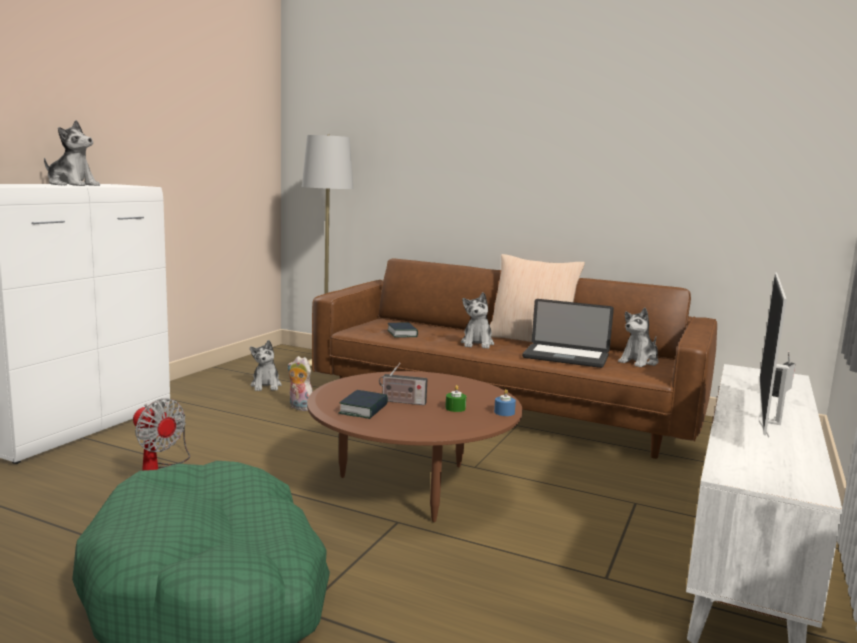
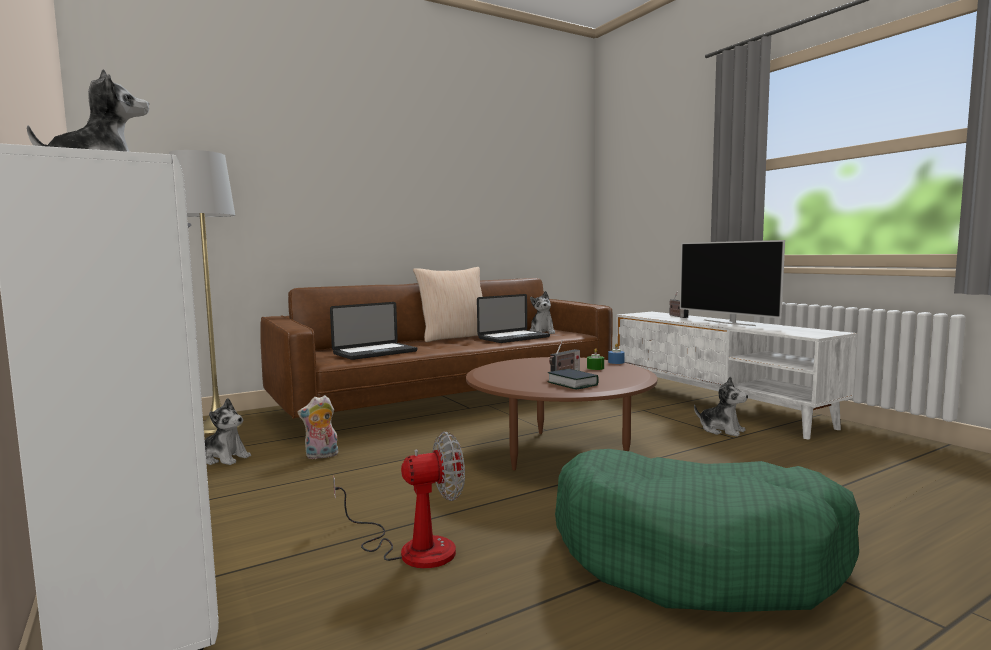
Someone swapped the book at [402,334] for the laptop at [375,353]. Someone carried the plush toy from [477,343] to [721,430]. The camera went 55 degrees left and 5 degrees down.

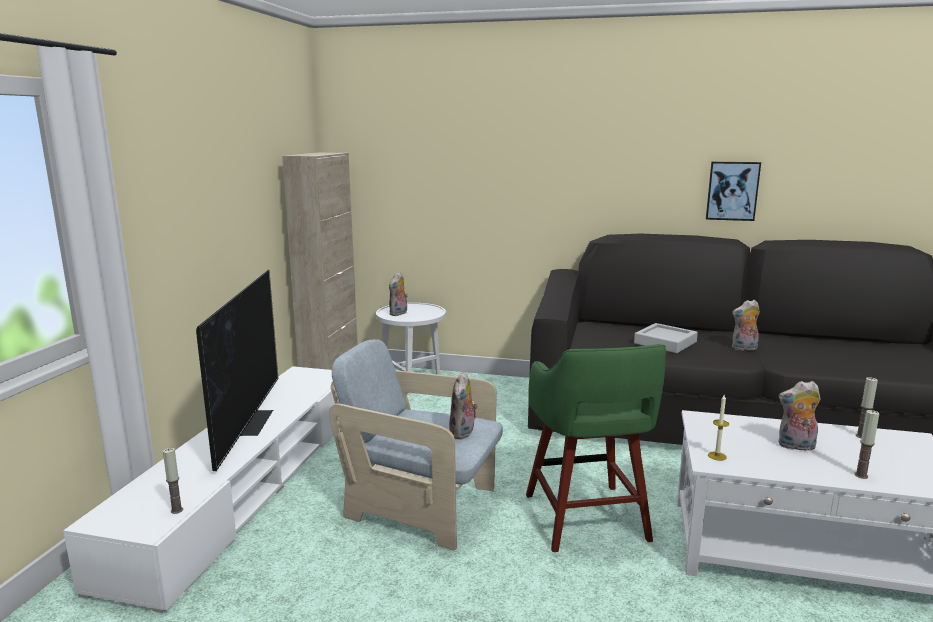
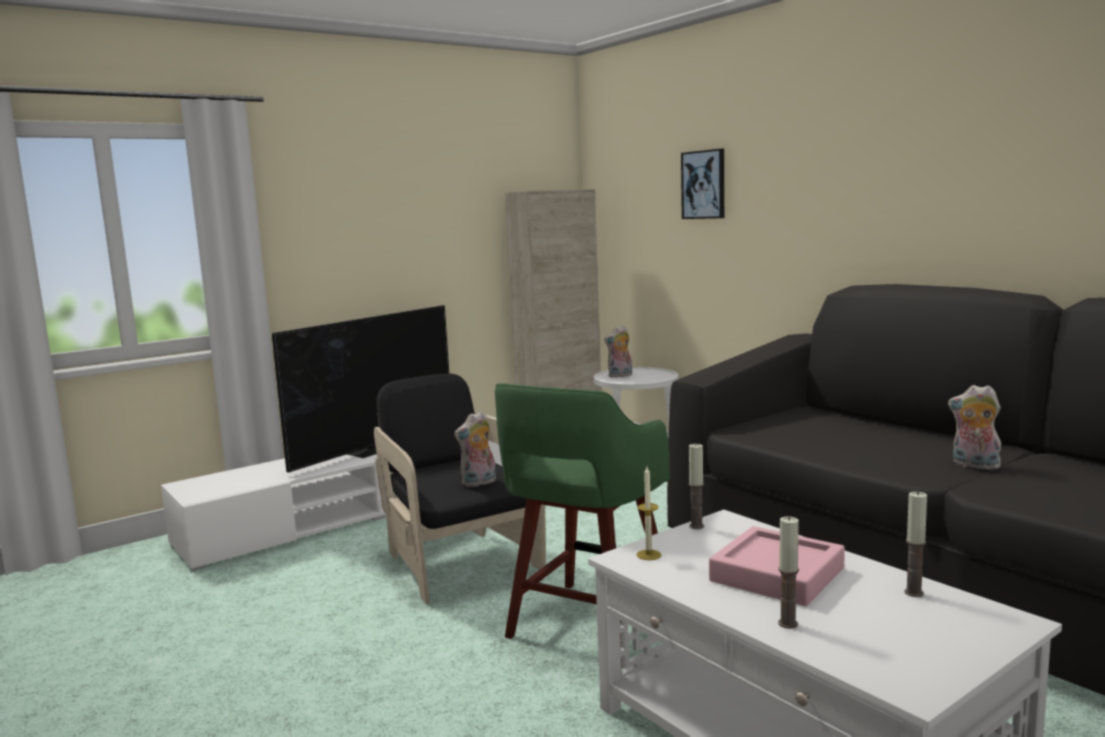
Someone repainted the beige armchair at [421,506], which became the black armchair at [460,563]. Someone carried the picture from [732,191] to [704,184]. Someone carried the candle from [177,510] to [696,526]. Someone swapped the plush toy at [796,446] for the pink tray at [777,575]. Someone took away the grey tray at [665,343]. The camera went 40 degrees right and 5 degrees down.

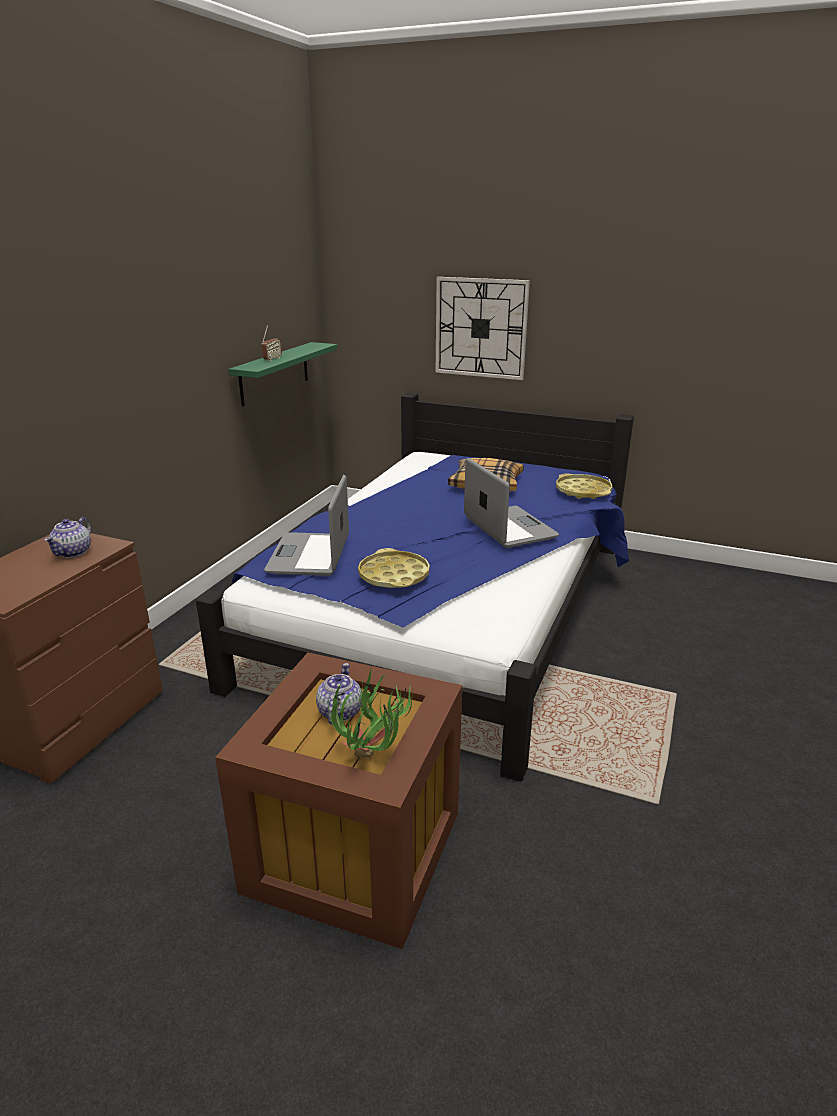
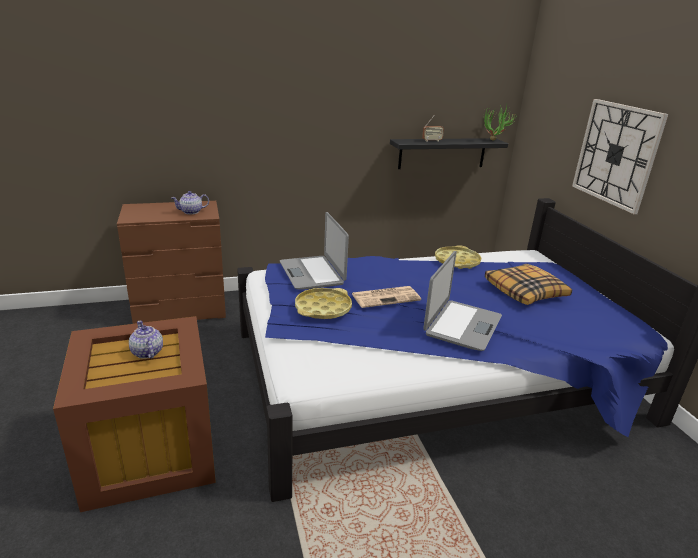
Someone rotated the teapot at [339,712] by 90 degrees counterclockwise. Someone rotated the laptop at [310,555] by 75 degrees counterclockwise. Someone put down the newspaper at [386,297]. Someone repainted the green shelf at [274,373], which became the black shelf at [442,153]. Someone carried the yellow tray from [583,491] to [457,261]. Someone carried the potted plant from [373,760] to [494,141]. The camera went 50 degrees right and 0 degrees up.

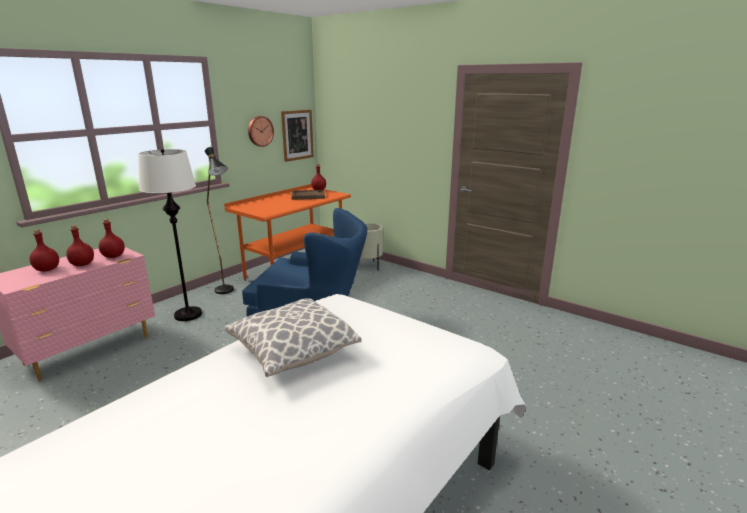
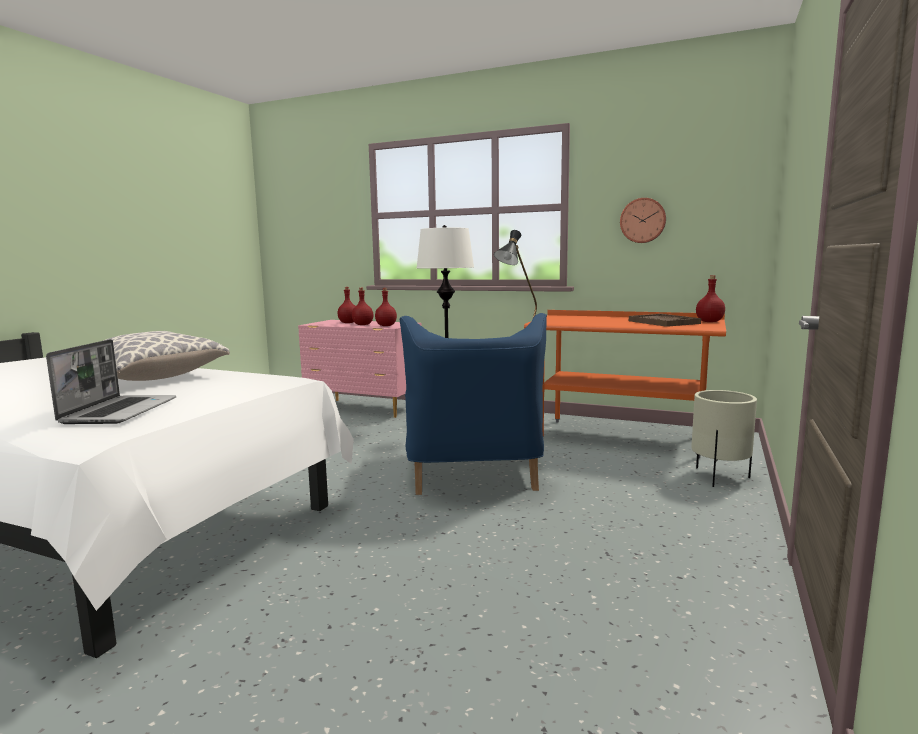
Someone put down the laptop at [120,411]. Someone took away the picture at [297,135]. The camera went 75 degrees right and 10 degrees down.

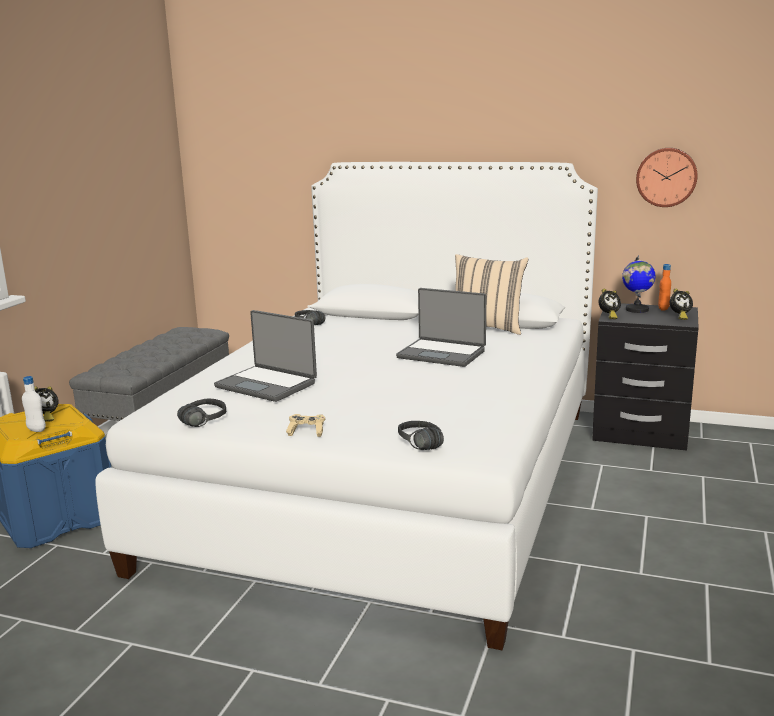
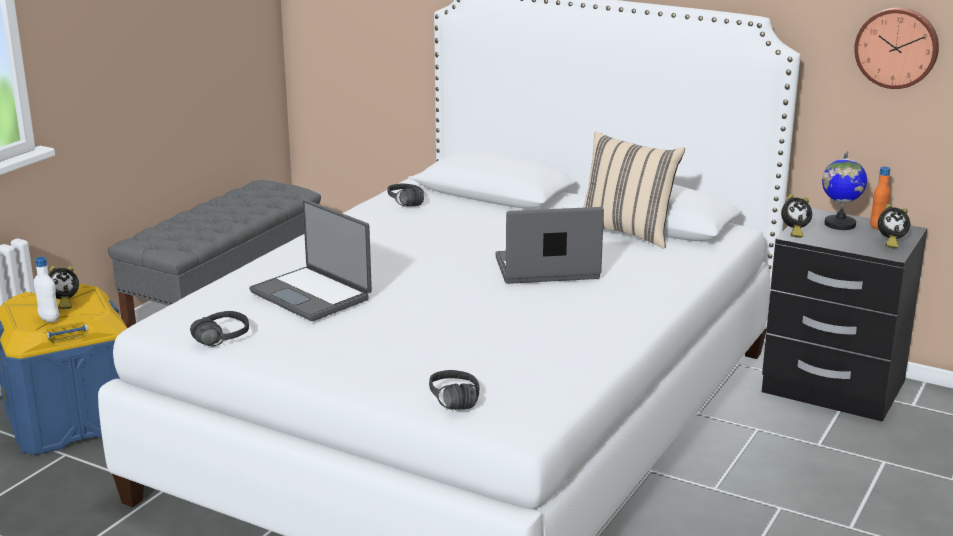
Someone rotated the laptop at [442,354] by 135 degrees clockwise. Someone took away the beige game controller at [307,432]. The camera went 10 degrees right and 5 degrees up.

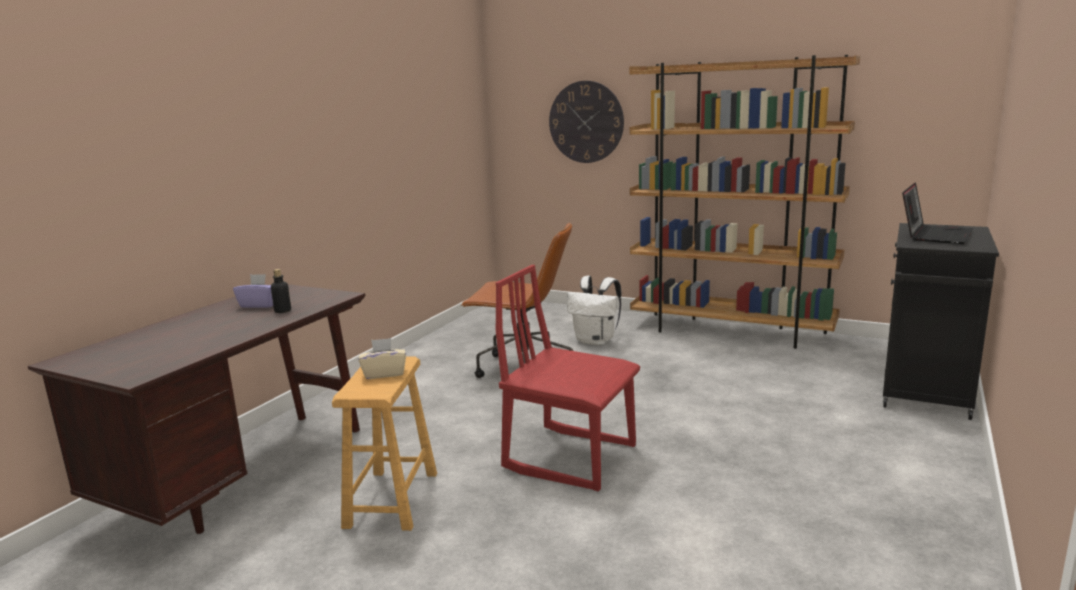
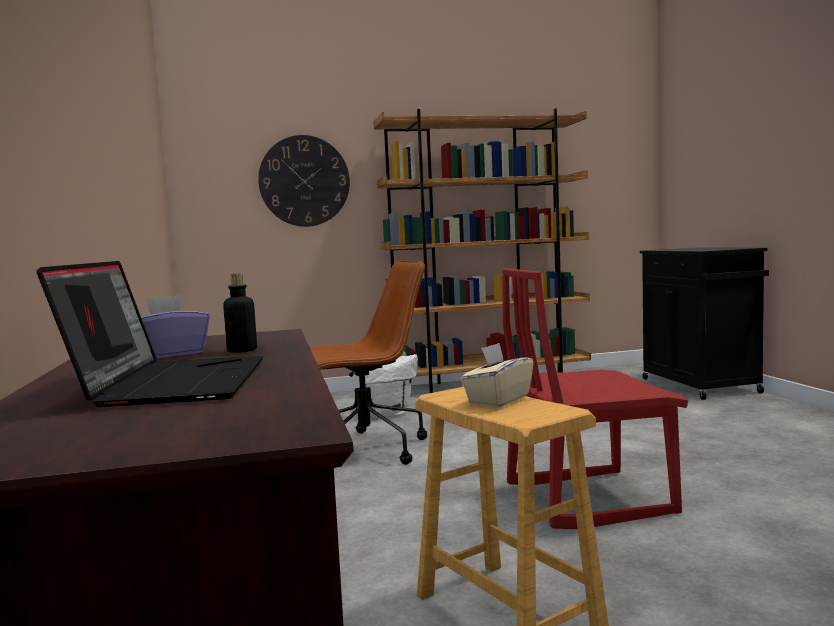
Someone carried the laptop from [934,235] to [171,383]. The camera went 40 degrees left and 10 degrees down.

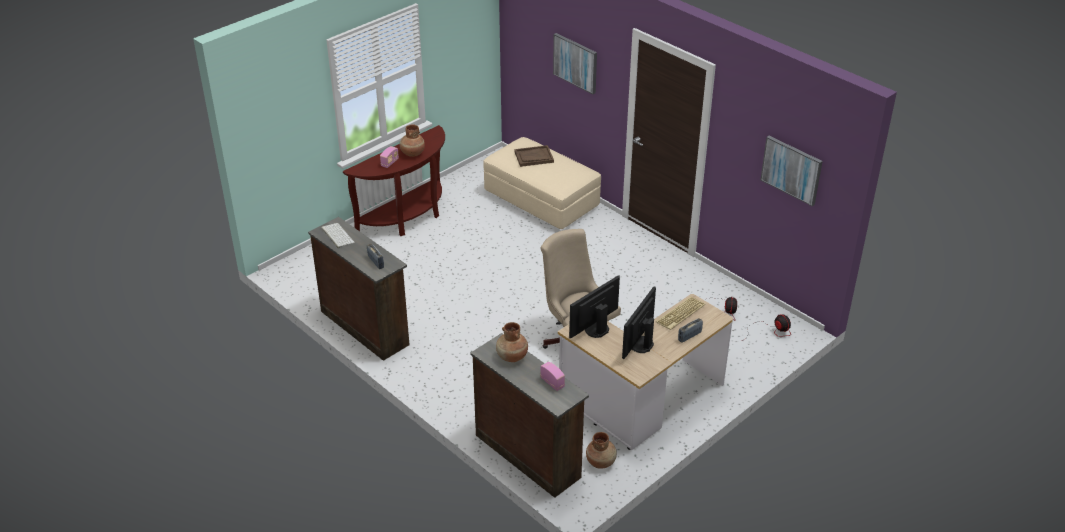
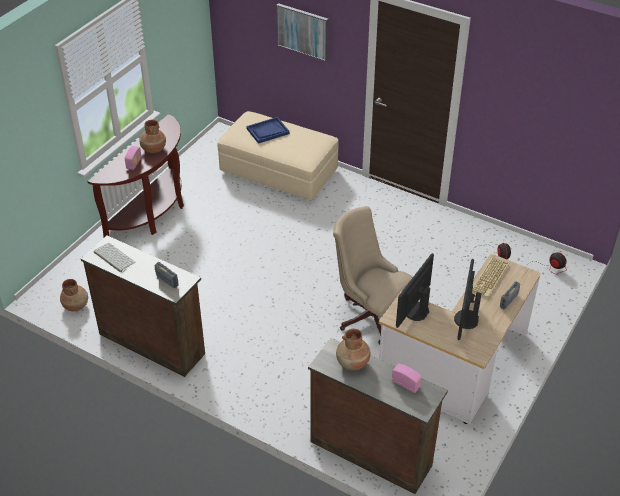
Someone carried the brown vase from [601,461] to [76,305]. Someone repainted the brown tray at [533,157], which became the blue tray at [267,131]. Someone took away the picture at [791,170]. The camera went 15 degrees left and 5 degrees up.

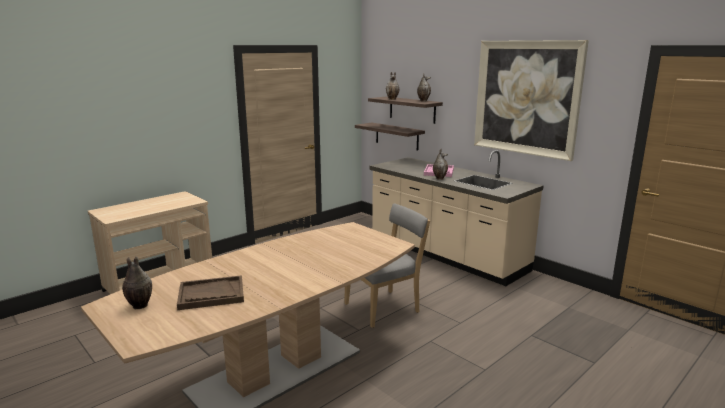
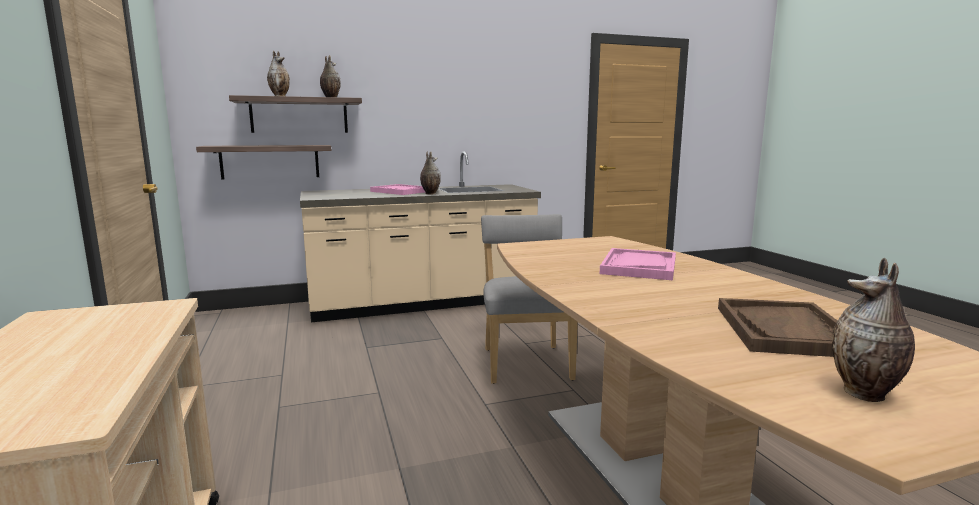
Someone put down the pink tray at [639,266]. Someone took away the picture at [526,98]. The camera went 65 degrees left and 5 degrees down.

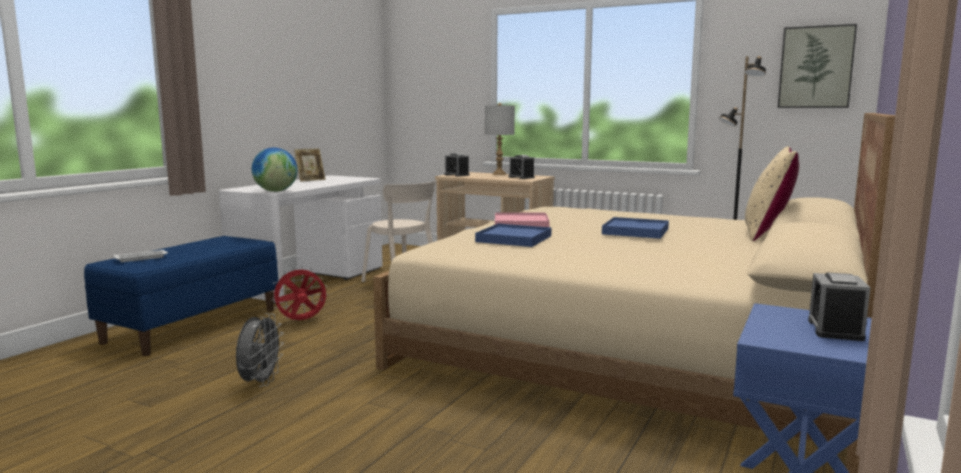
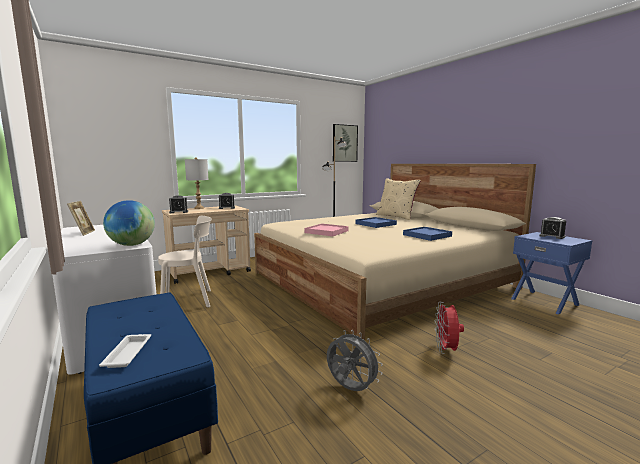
Someone carried the blue tray from [514,239] to [427,235]. Someone carried the red fan from [301,321] to [446,350]. The camera went 60 degrees left and 0 degrees up.

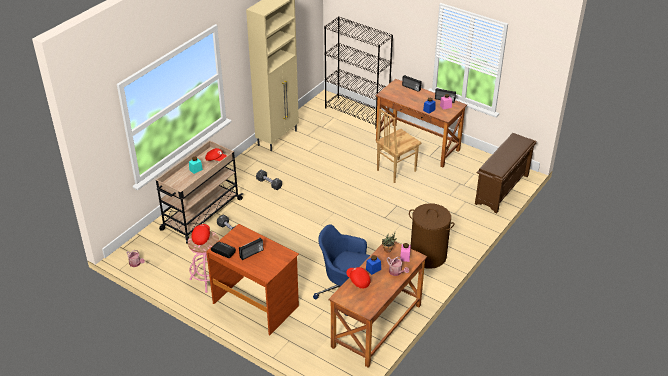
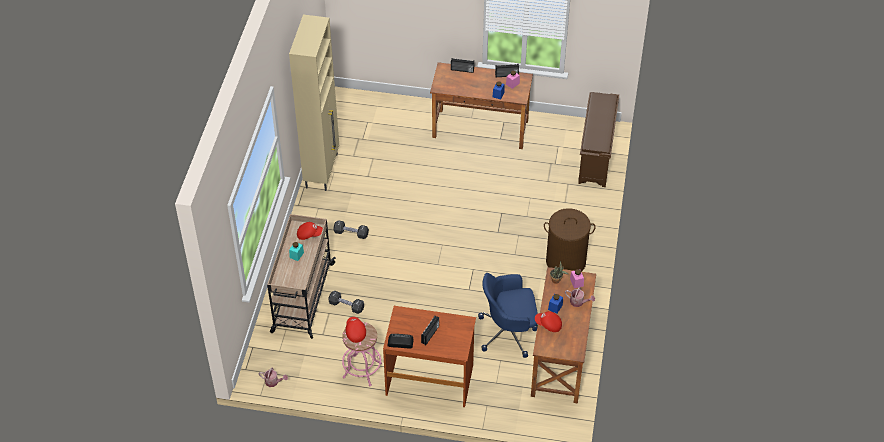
Someone took away the black bookcase at [357,112]. Someone took away the brown chair at [395,170]. The camera went 25 degrees left and 10 degrees up.

